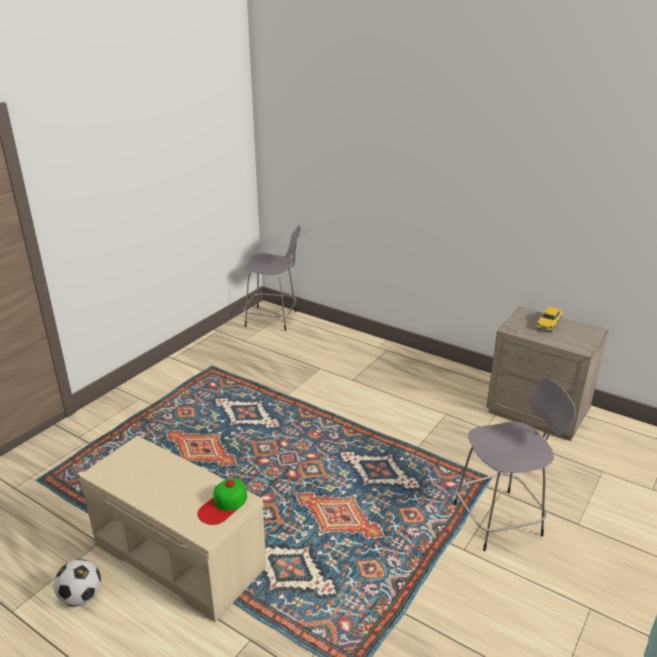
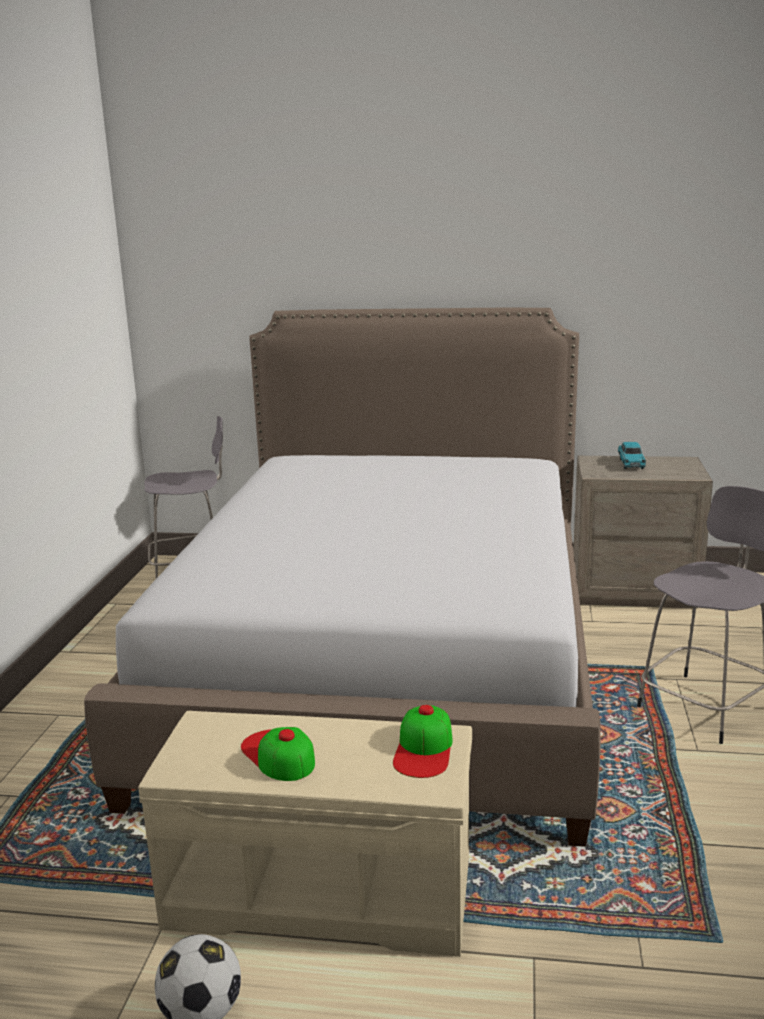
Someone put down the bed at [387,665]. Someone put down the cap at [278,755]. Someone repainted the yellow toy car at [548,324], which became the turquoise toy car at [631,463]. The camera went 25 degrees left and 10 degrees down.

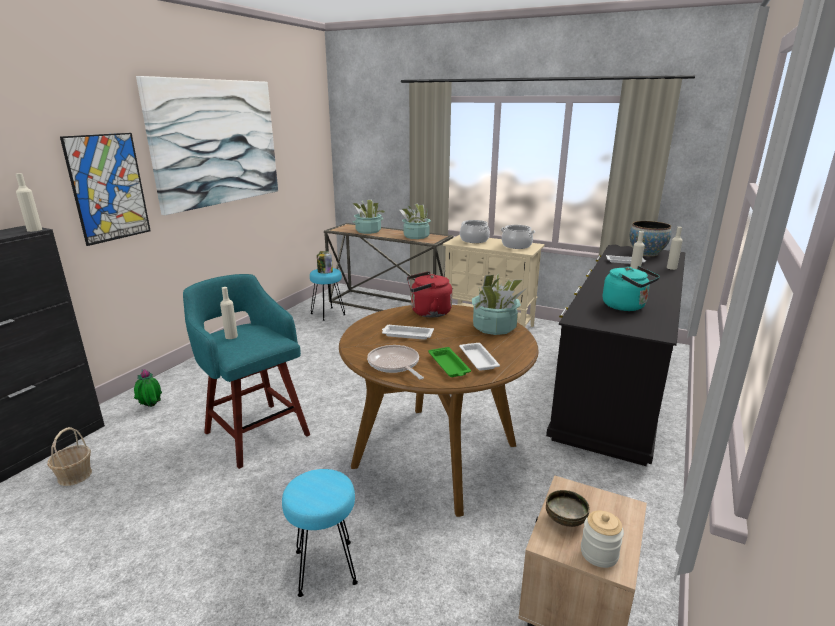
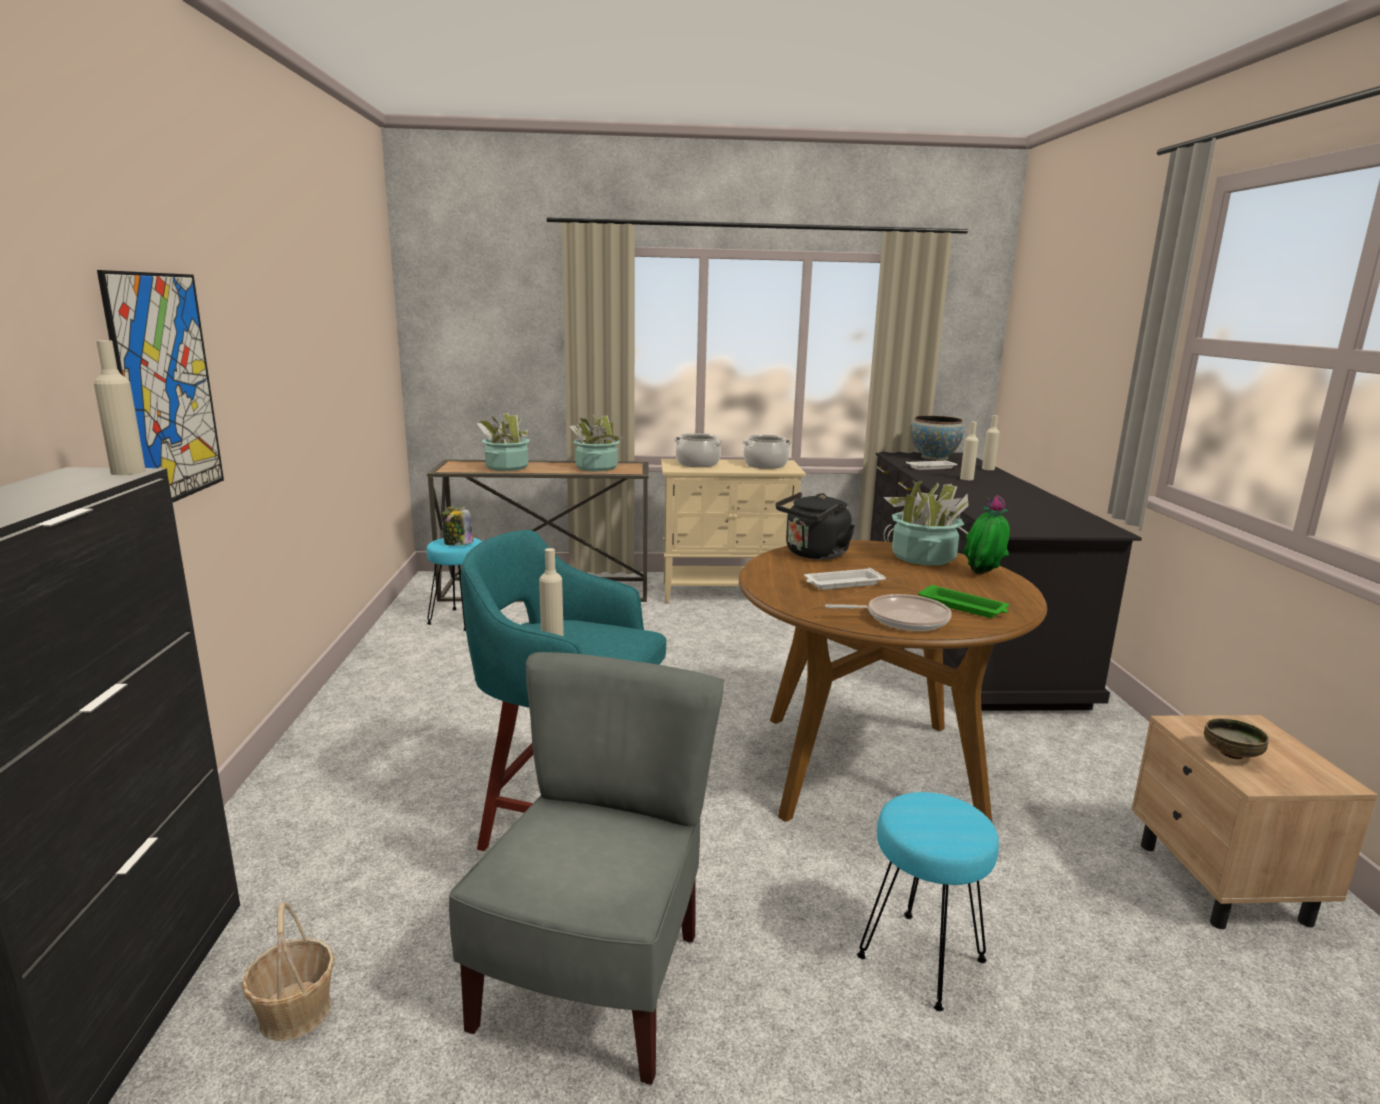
Someone put down the grey chair at [594,982]. Someone repainted the red kettle at [428,312], which became the black kettle at [814,554]. Someone rotated the frying pan at [395,364] by 150 degrees clockwise. Someone carried the potted plant from [151,407] to [982,575]. Someone took away the picture at [216,143]. Someone took away the white tray at [478,359]. Someone took away the jar at [599,553]. Someone took away the turquoise kettle at [626,306]. The camera went 30 degrees left and 5 degrees down.

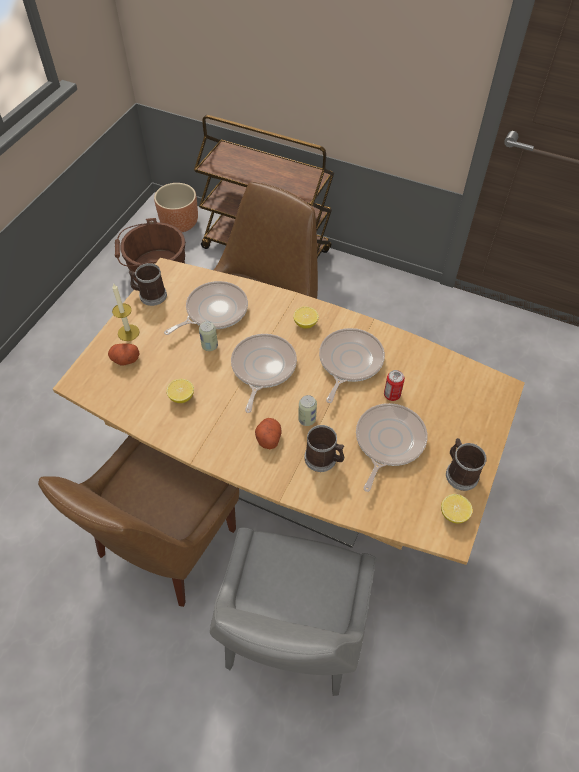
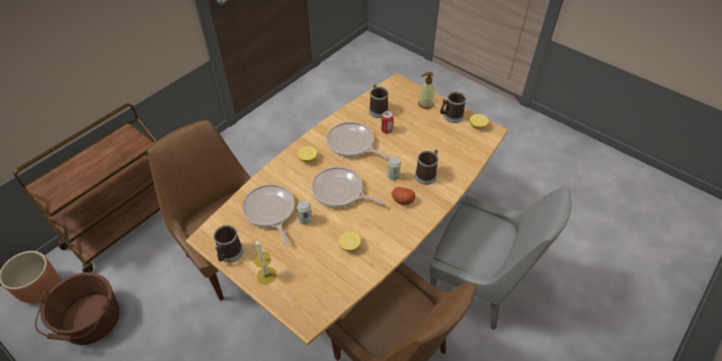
Someone put down the mug at [377,109]. Someone put down the soap dispenser at [425,104]. Someone took away the potato at [125,359]. Someone took away the frying pan at [388,442]. The camera went 75 degrees left and 5 degrees down.

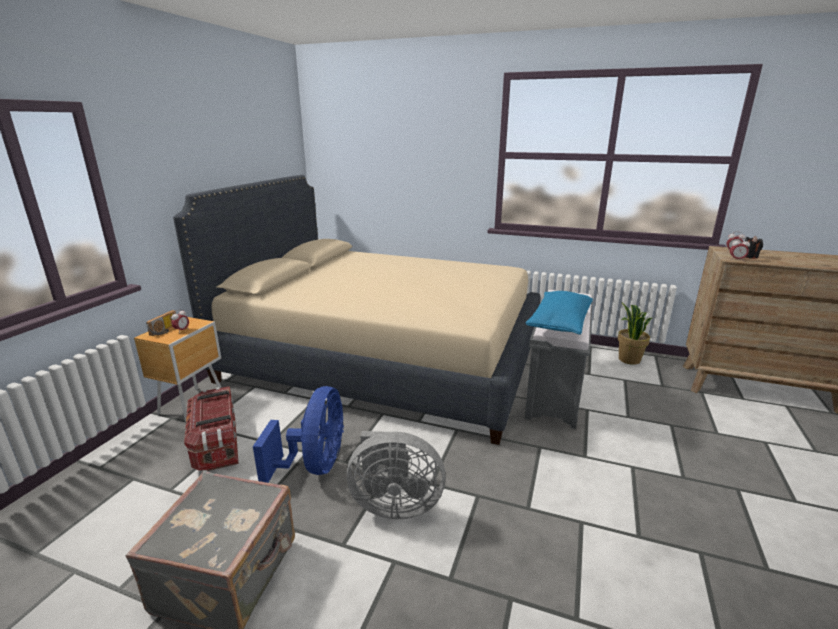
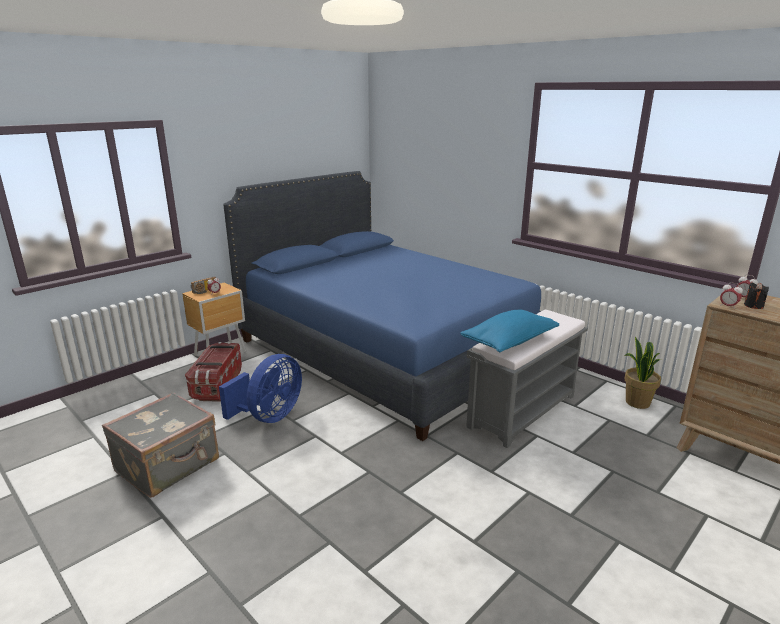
Someone repainted the beige bed at [384,360], which became the blue bed at [387,351]. Someone took away the grey fan at [394,504]. The camera went 25 degrees right and 0 degrees up.

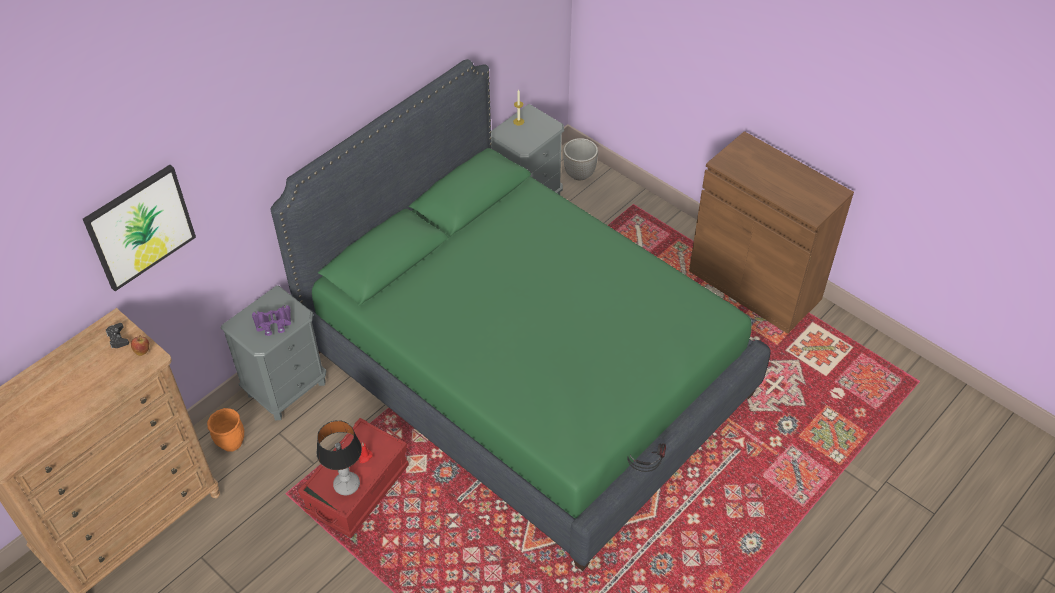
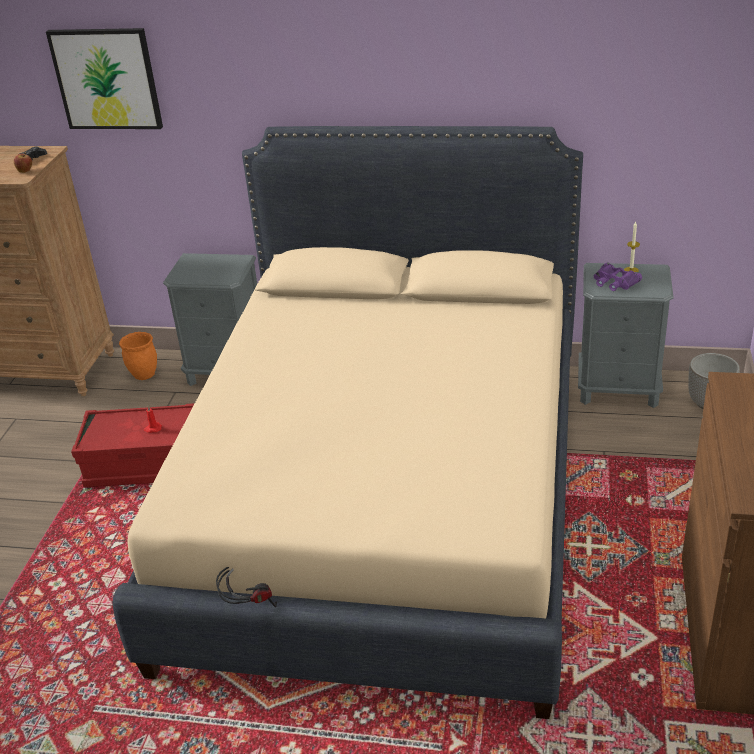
Someone repainted the green bed at [527,371], which became the beige bed at [387,501]. Someone carried the purple binoculars from [273,323] to [614,282]. Someone took away the table lamp at [346,485]. The camera went 60 degrees right and 15 degrees down.

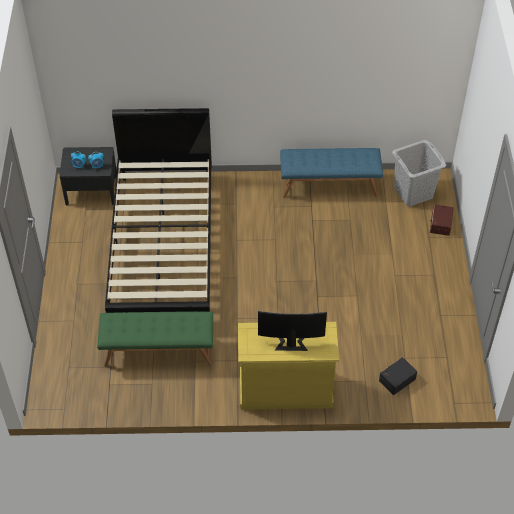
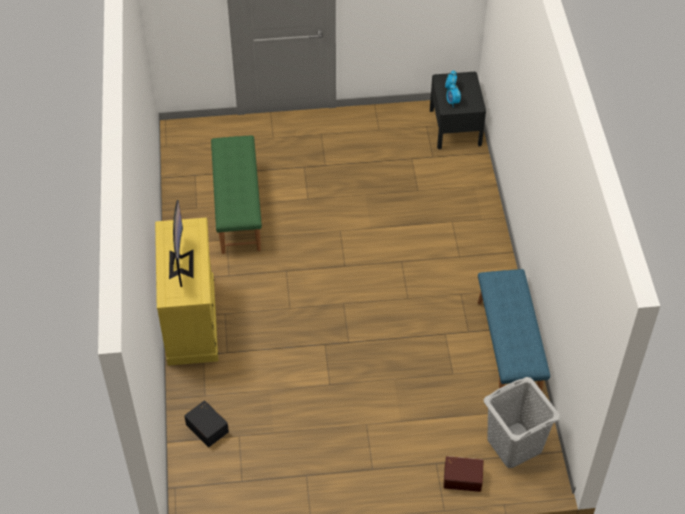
Someone took away the black bed at [163,247]. The camera went 85 degrees right and 0 degrees up.

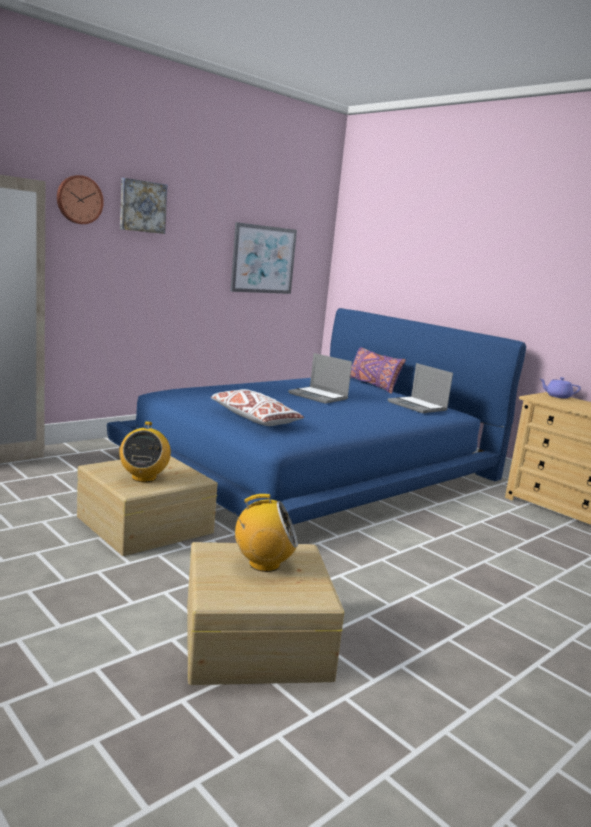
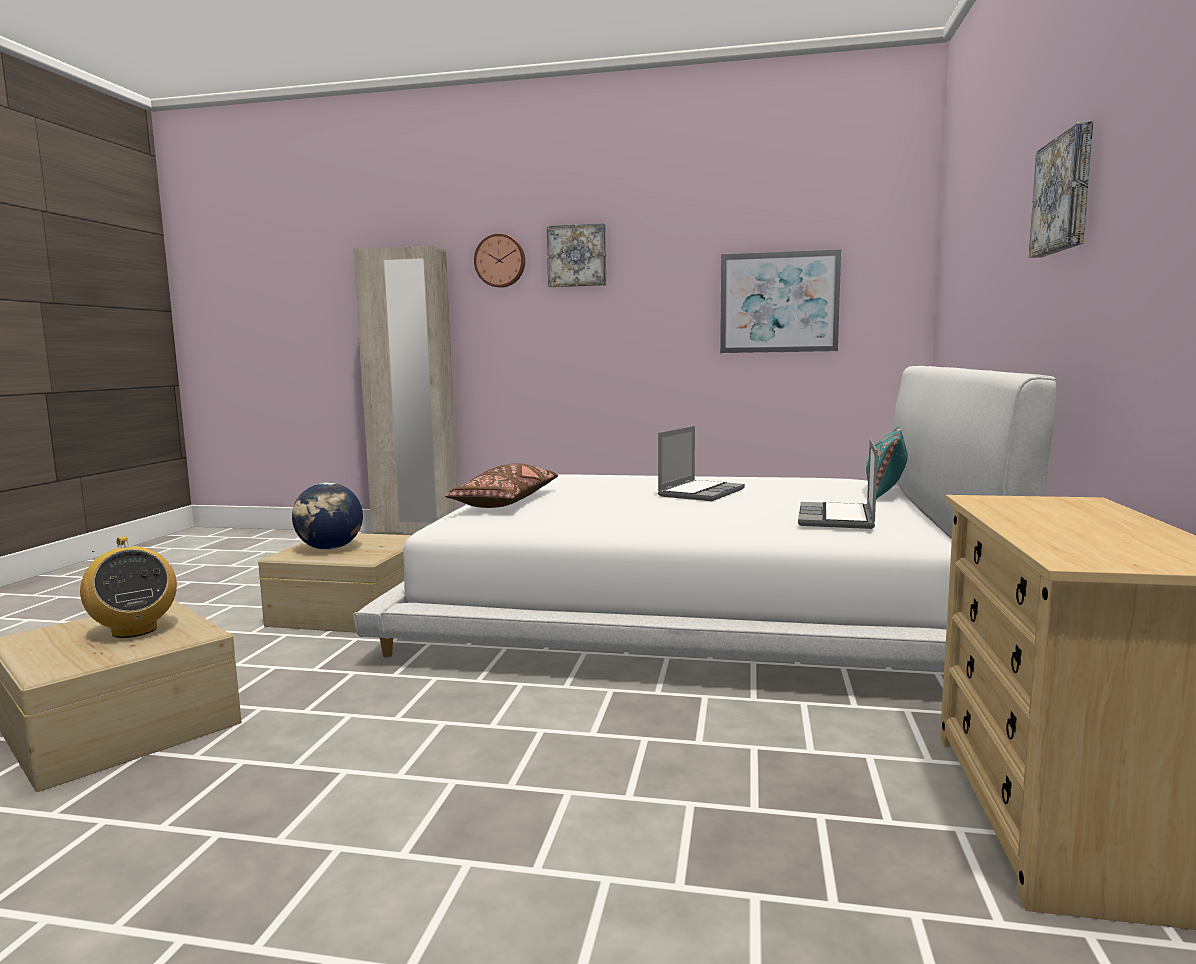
Someone swapped the radio at [144,477] for the globe at [330,548]. Someone repainted the blue bed at [312,466], which became the white bed at [693,606]. Someone repainted the white pillow at [254,418], which became the brown pillow at [507,501]. Someone rotated the laptop at [319,396] by 150 degrees counterclockwise. Someone repainted the purple pillow at [372,385], which became the turquoise pillow at [885,491]. Someone put up the picture at [1065,194]. Someone took away the purple teapot at [557,396]. The camera went 55 degrees right and 5 degrees down.

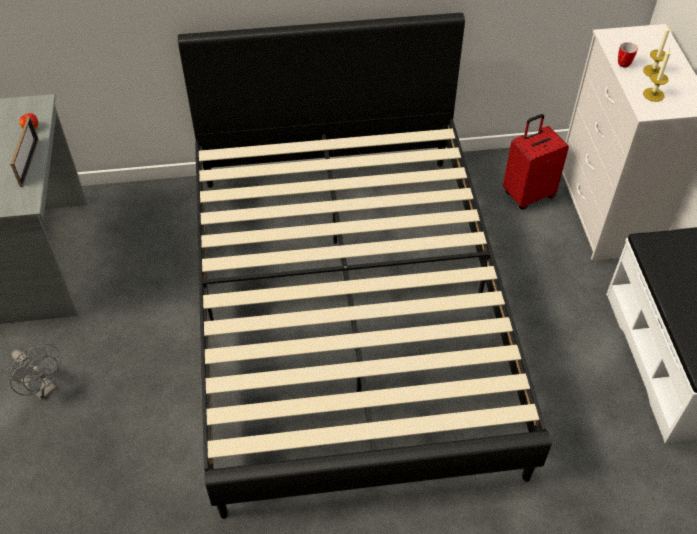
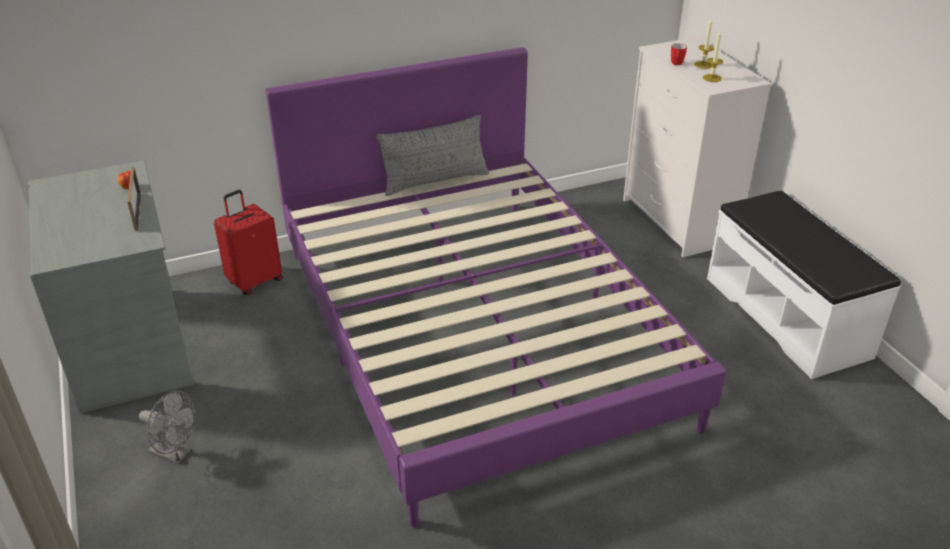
Someone carried the red suitcase from [528,194] to [254,281]. Someone repainted the black bed at [349,310], which became the purple bed at [475,331]. Someone put down the grey pillow at [435,181]. The camera went 15 degrees left and 15 degrees down.

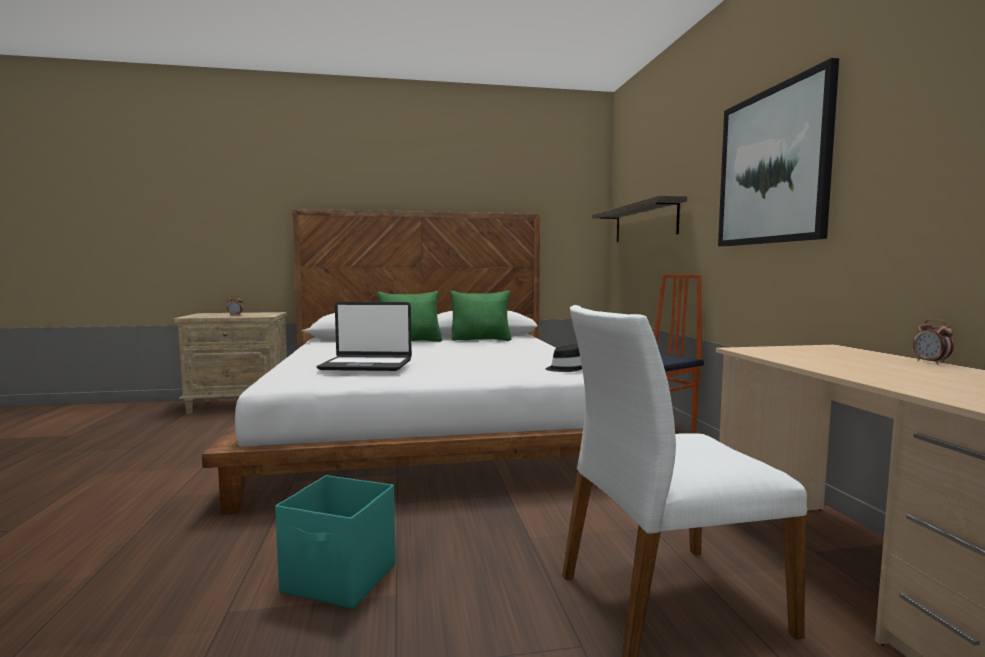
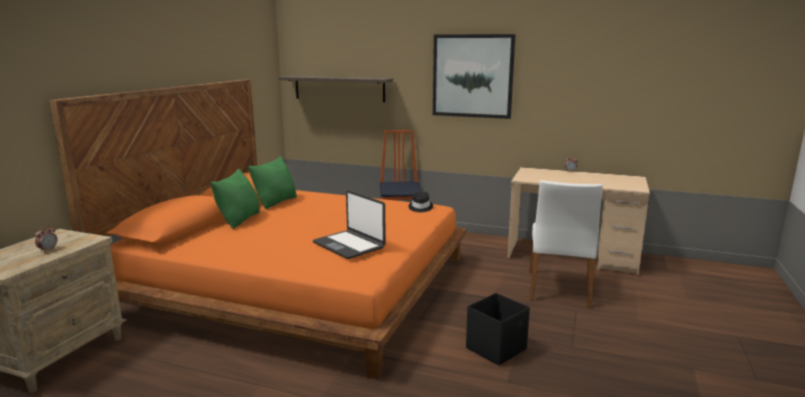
Someone repainted the white bed at [430,429], which became the orange bed at [300,284]. Someone rotated the laptop at [366,365] by 105 degrees clockwise. Someone repainted the turquoise storage box at [340,579], which became the black storage box at [497,348]. The camera went 60 degrees left and 10 degrees up.

